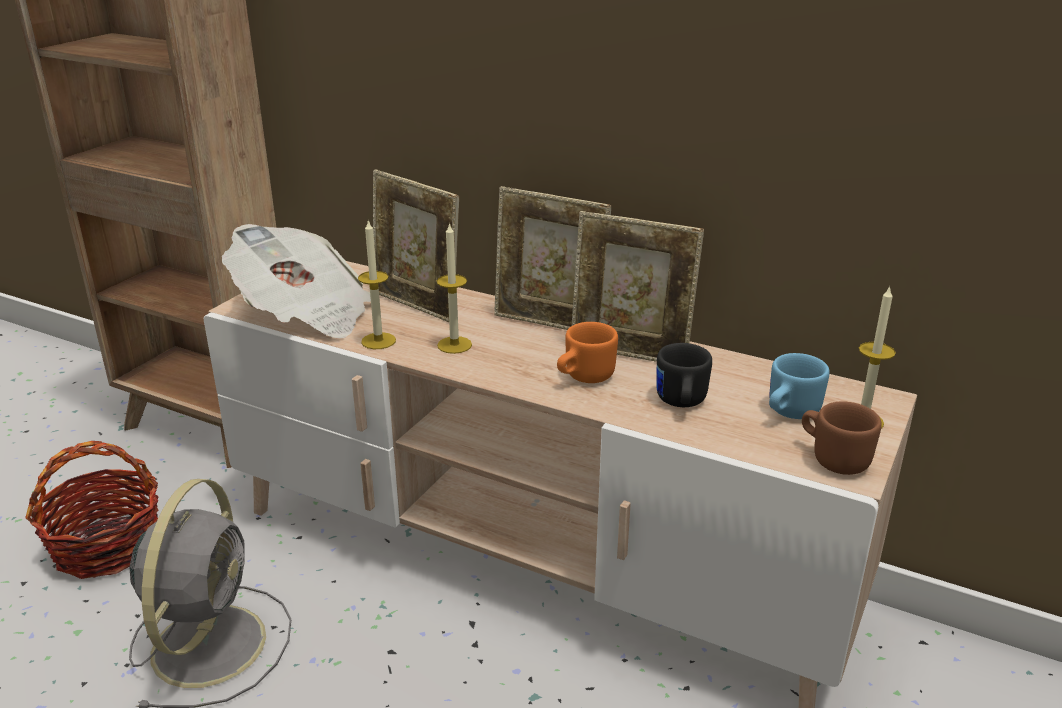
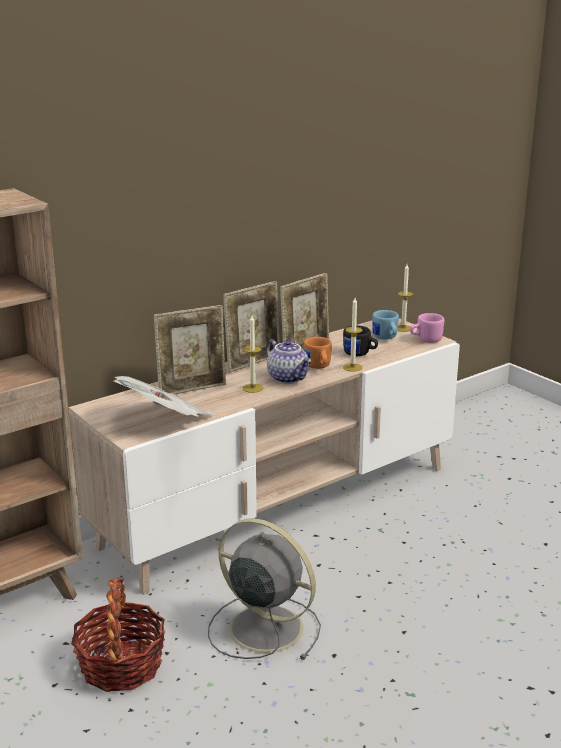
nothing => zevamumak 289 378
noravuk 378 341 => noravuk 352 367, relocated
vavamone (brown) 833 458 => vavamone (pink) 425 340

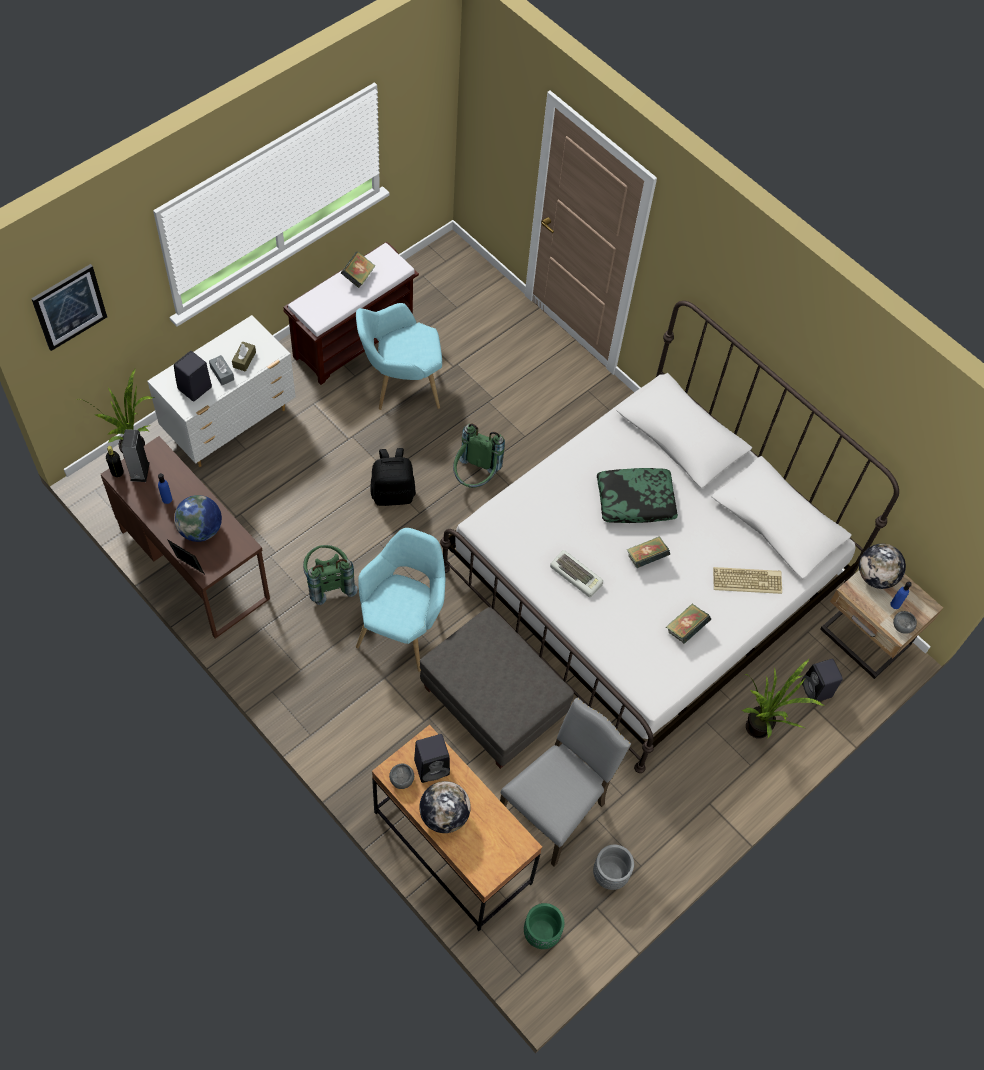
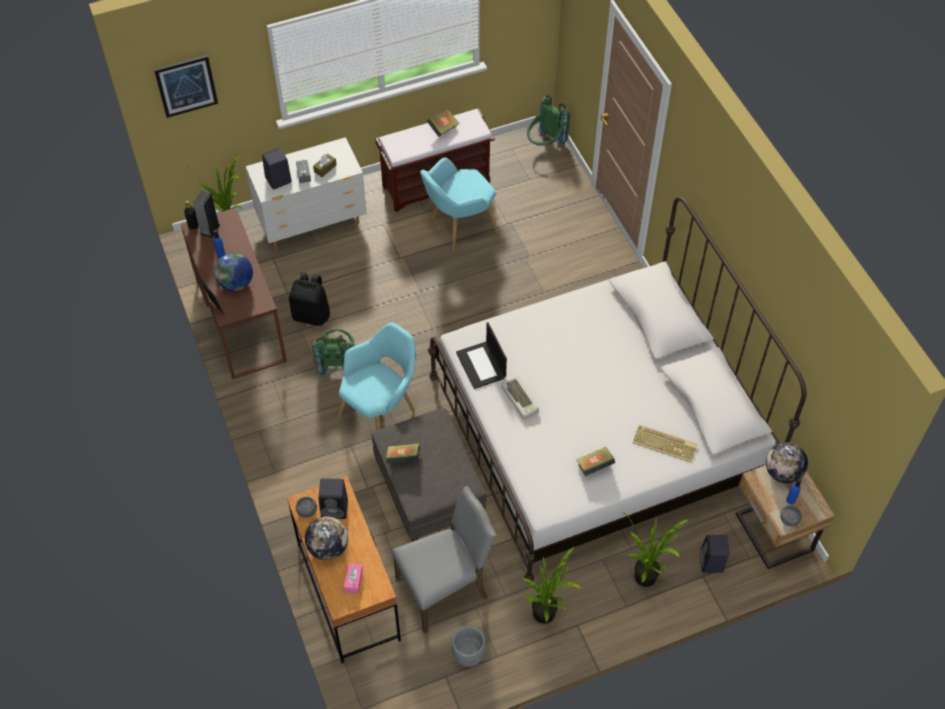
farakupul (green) 541 932 => nothing
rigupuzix 635 501 => nothing
nothing => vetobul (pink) 353 580
nothing => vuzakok 481 365
nothing => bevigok 545 619
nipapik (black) 393 493 => nipapik (black) 312 315, relocated
nipapik (green) 475 478 => nipapik (green) 545 144, relocated
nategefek 646 558 => nategefek 403 459, relocated
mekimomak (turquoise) 400 386 => mekimomak (turquoise) 458 228, 45 degrees counterclockwise

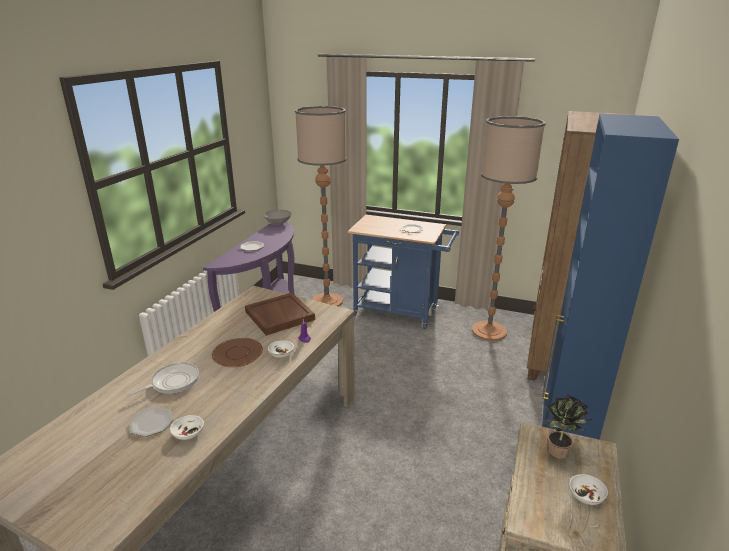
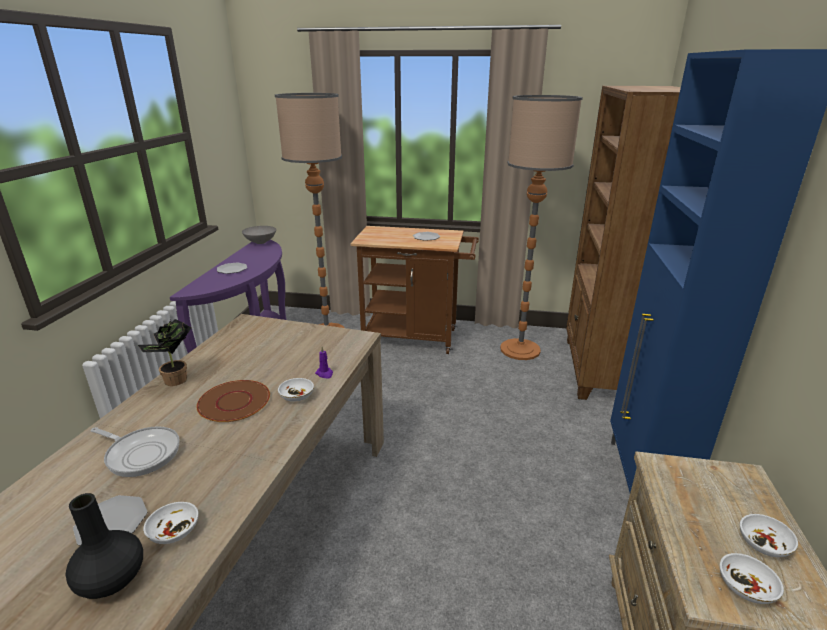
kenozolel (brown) 279 315 => nothing
nothing => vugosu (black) 111 580
nothing => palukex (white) 746 587
bevigok 559 453 => bevigok 176 382, relocated
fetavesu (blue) 401 312 => fetavesu (brown) 416 338
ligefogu 172 382 => ligefogu 141 453, 75 degrees clockwise

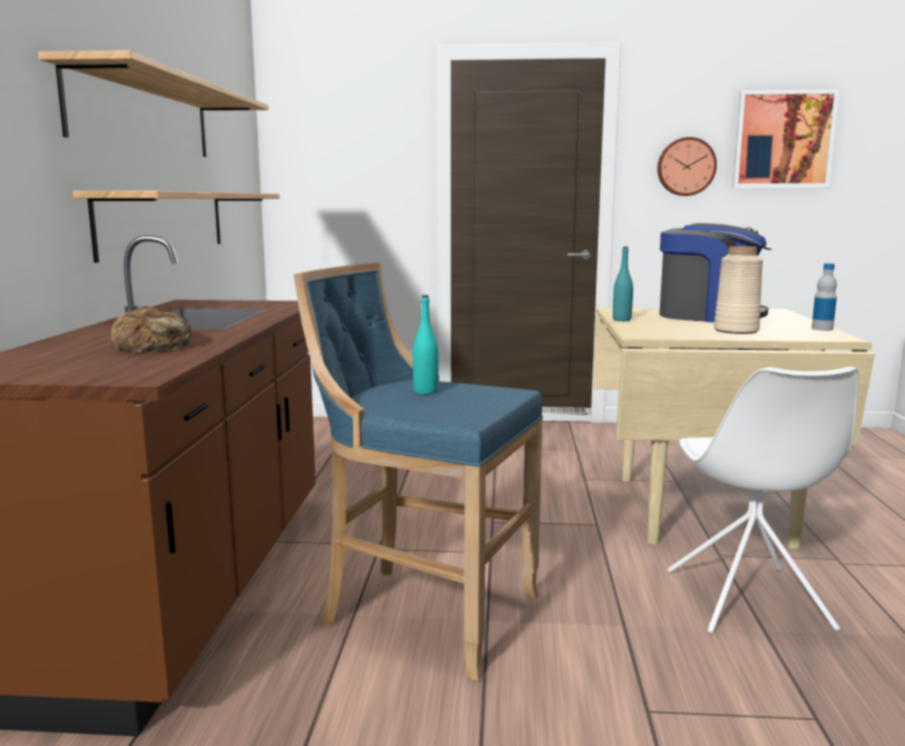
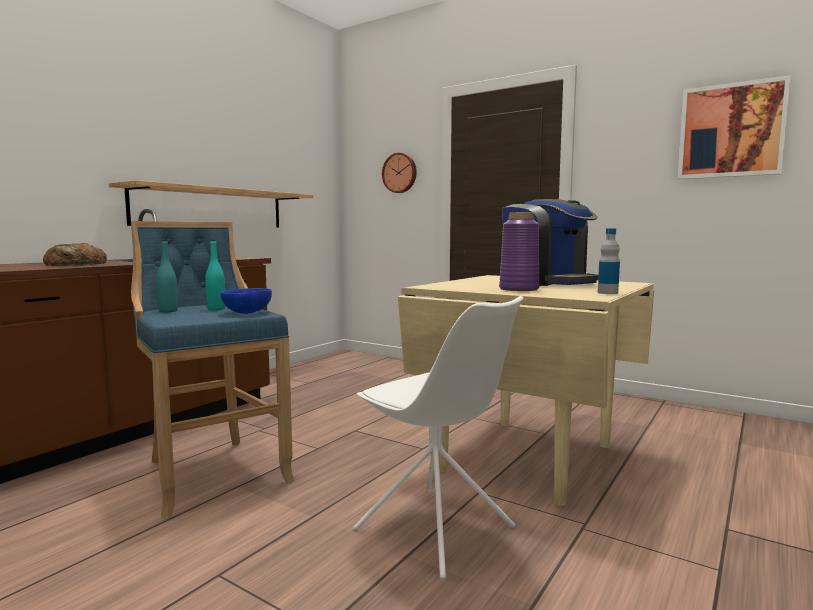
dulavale 144 116 => nothing
nothing => palukex (blue) 246 313
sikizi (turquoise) 621 320 => sikizi (turquoise) 168 311, relocated
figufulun 686 166 => figufulun 400 173, relocated
vugosu (beige) 735 330 => vugosu (purple) 518 289
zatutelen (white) 748 601 => zatutelen (white) 436 530, 75 degrees counterclockwise

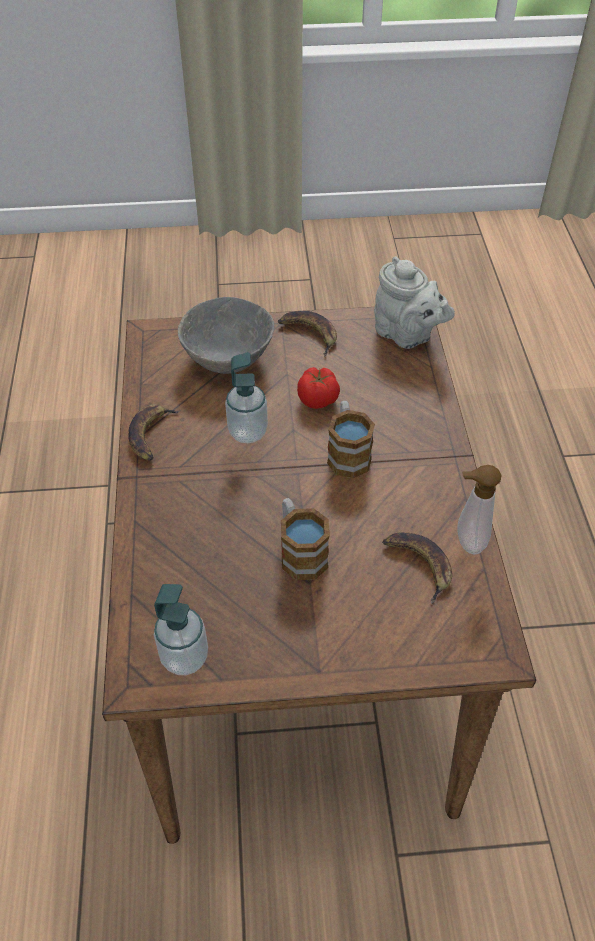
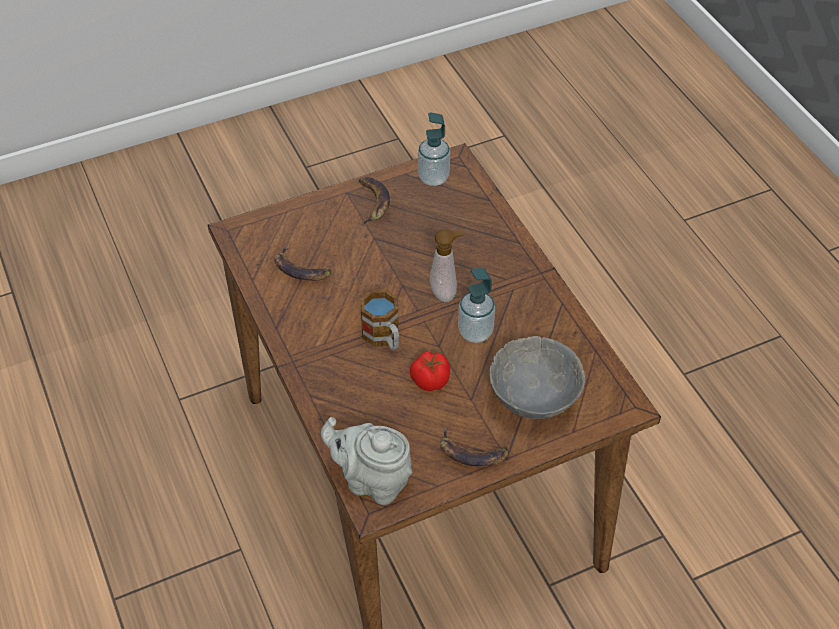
vavamone 300 551 => nothing
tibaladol 151 435 => tibaladol 372 202, relocated
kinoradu 467 541 => kinoradu 445 292, relocated

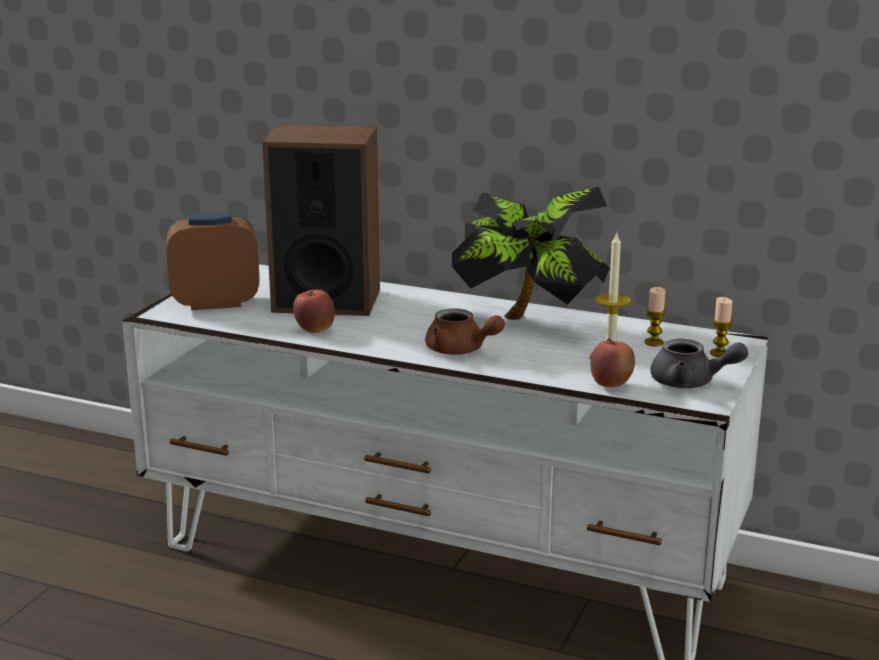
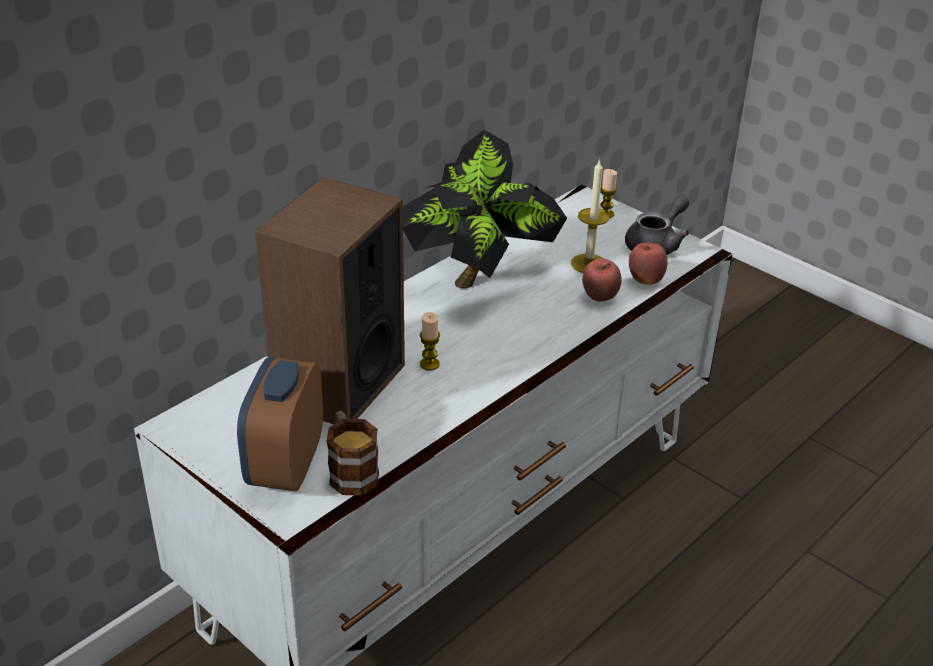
zevamumak (brown) 460 350 => nothing
nothing => vavamone 350 470
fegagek 314 331 => fegagek 599 297, relocated
noravuk 654 342 => noravuk 429 364, relocated

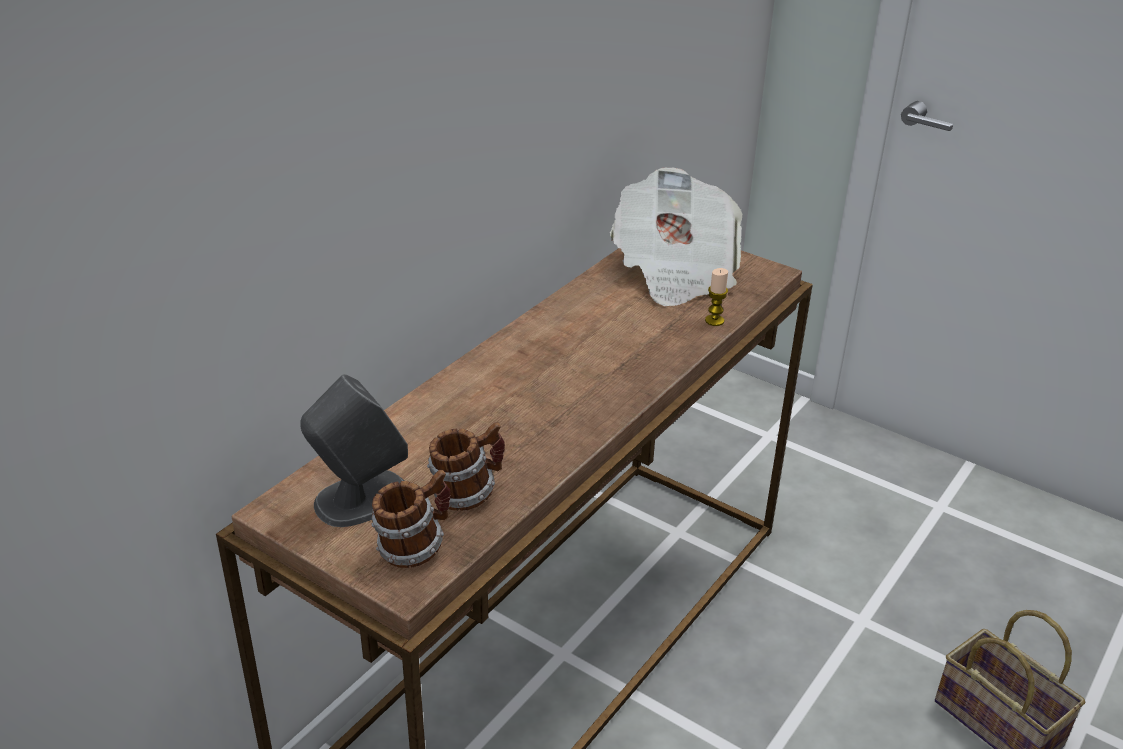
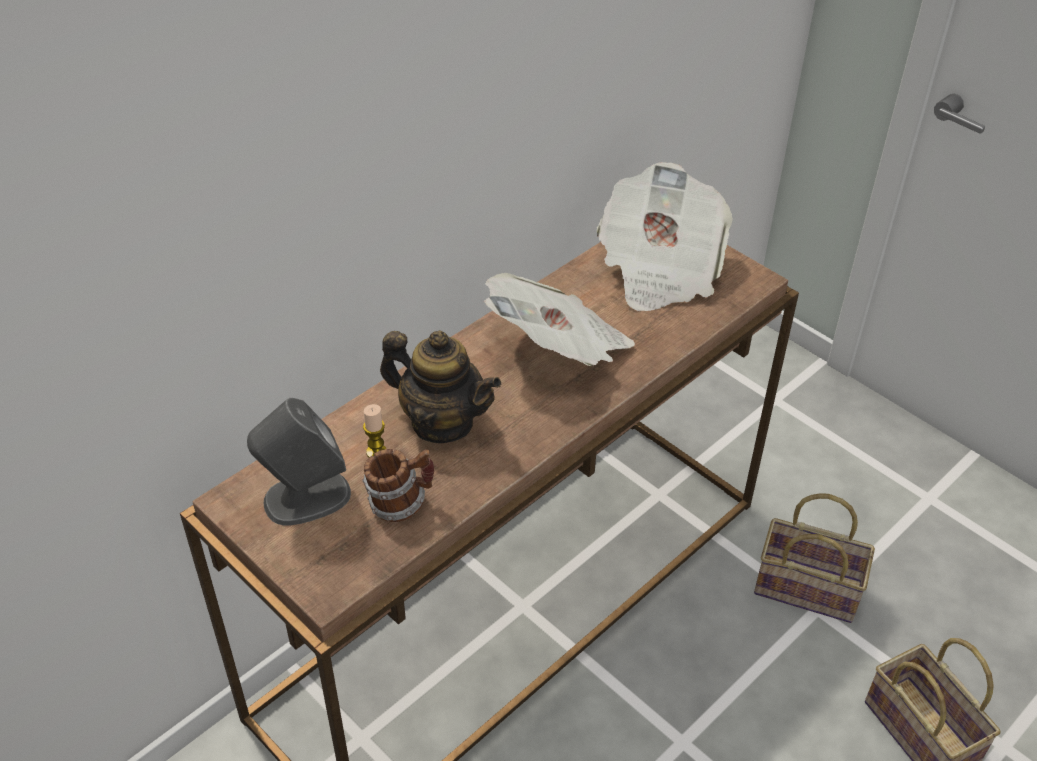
vavamone 413 547 => nothing
nothing => zevamumak 442 422
nothing => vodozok 559 349
nothing => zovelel 810 587
noravuk 714 321 => noravuk 376 452, relocated

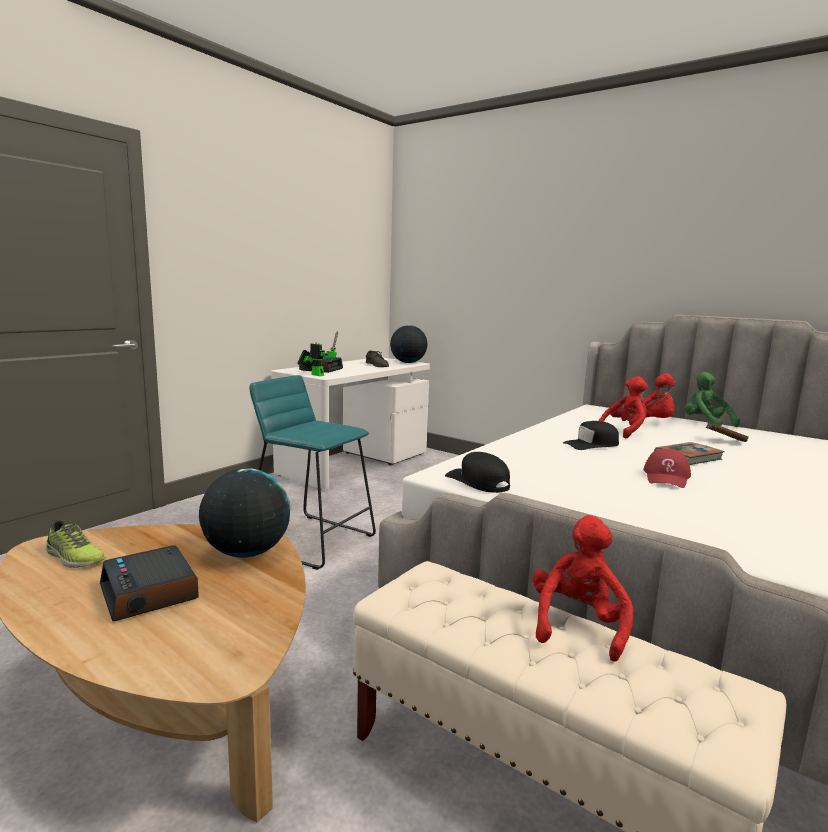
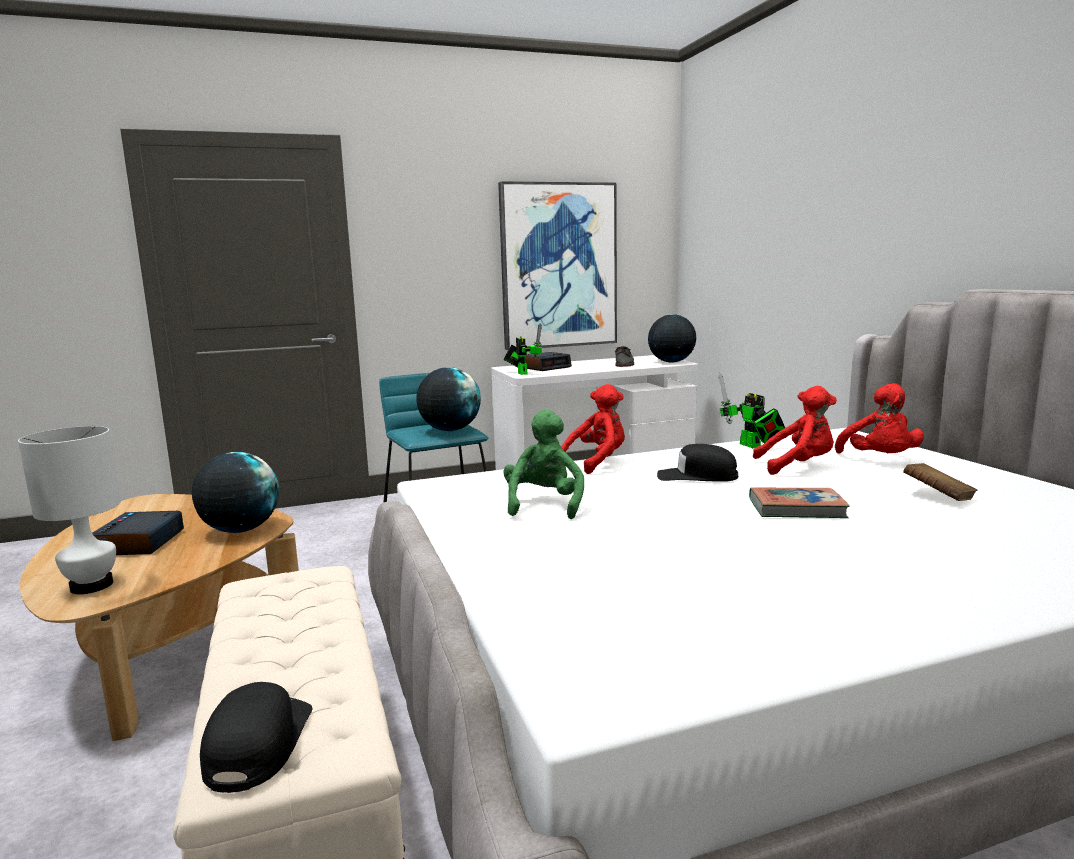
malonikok 74 557 => nothing
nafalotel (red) 667 477 => nothing
nothing => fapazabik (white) 91 586
nothing => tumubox 450 430
nothing => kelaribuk 558 266
nothing => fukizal 752 446
nafalotel (black) 478 482 => nafalotel (black) 258 743, relocated
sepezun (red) 577 625 => sepezun (red) 597 462, relocated
sepezun (green) 705 423 => sepezun (green) 544 505, relocated

